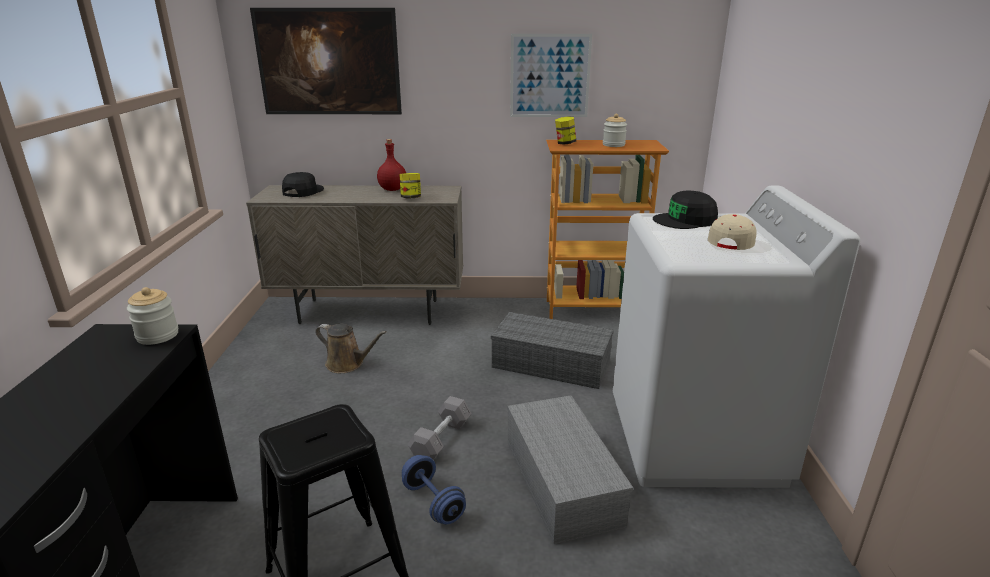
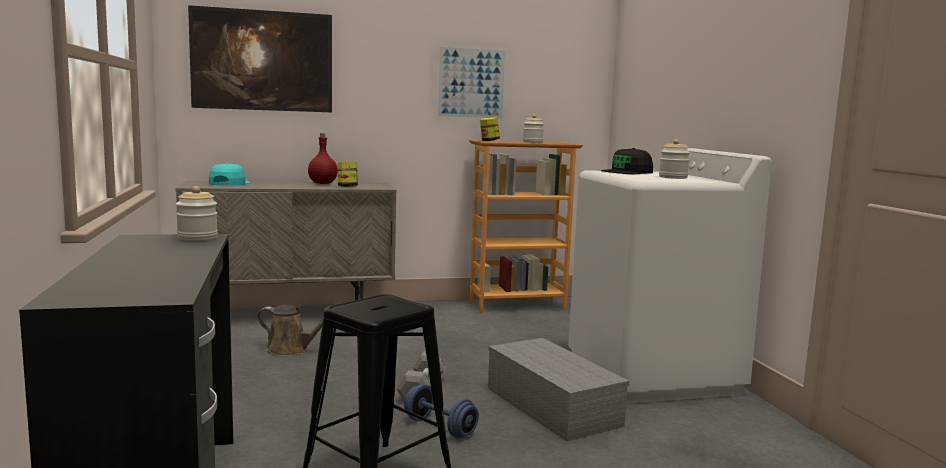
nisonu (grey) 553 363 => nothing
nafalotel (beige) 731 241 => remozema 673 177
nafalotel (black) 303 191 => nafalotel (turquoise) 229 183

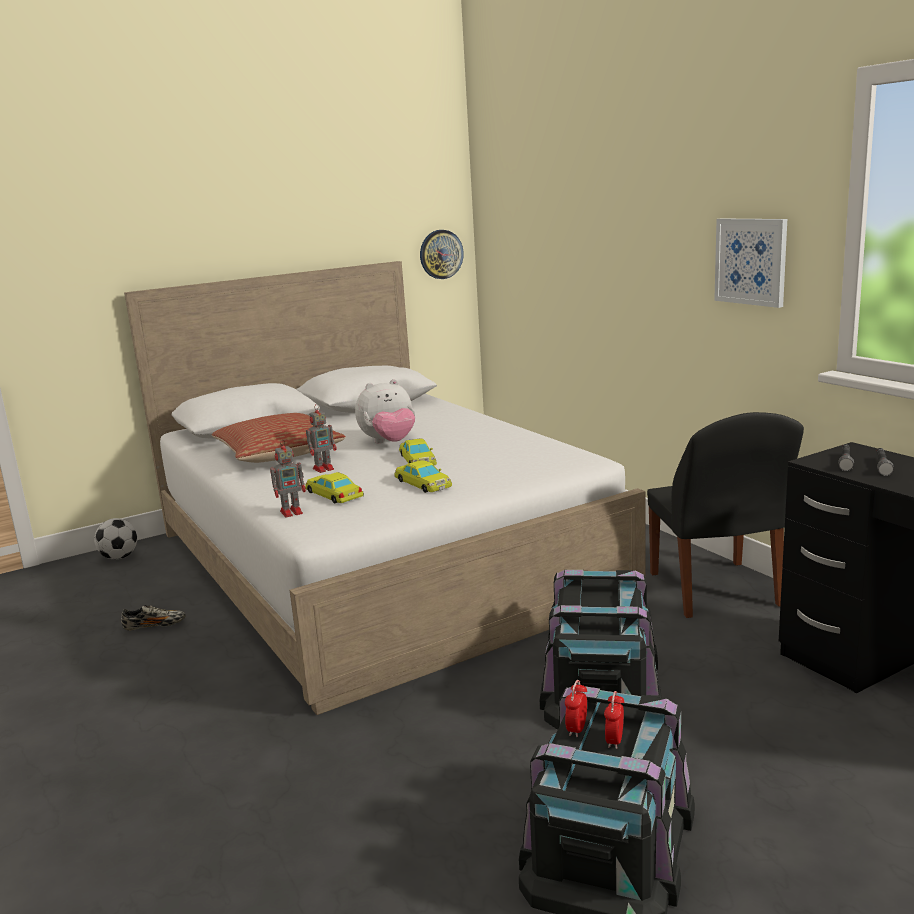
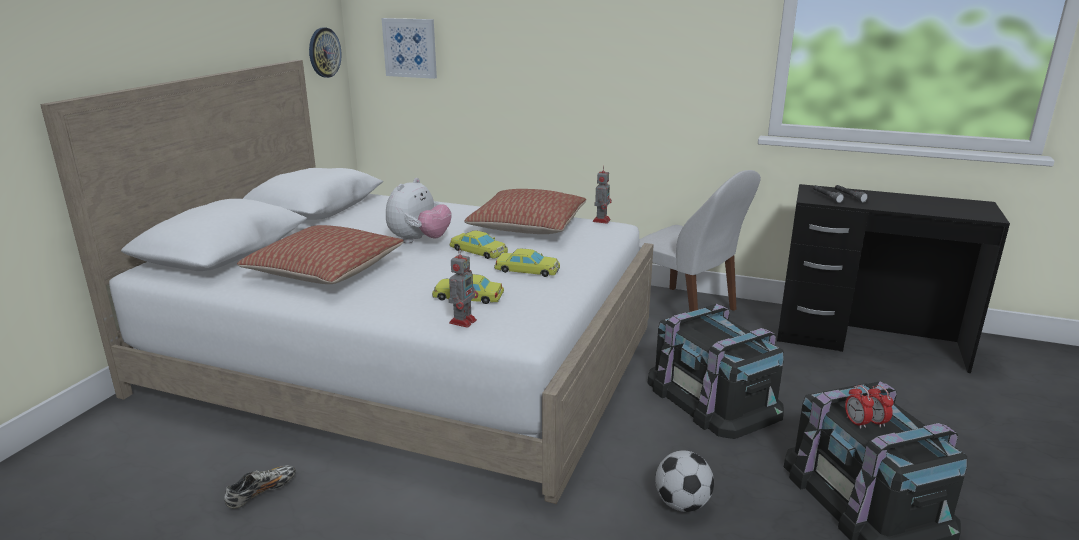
nothing => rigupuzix 528 227
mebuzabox 119 557 => mebuzabox 681 504, relocated
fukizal 324 468 => fukizal 601 220, relocated
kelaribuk 751 261 => kelaribuk 410 48, relocated
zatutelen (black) 715 591 => zatutelen (white) 685 311

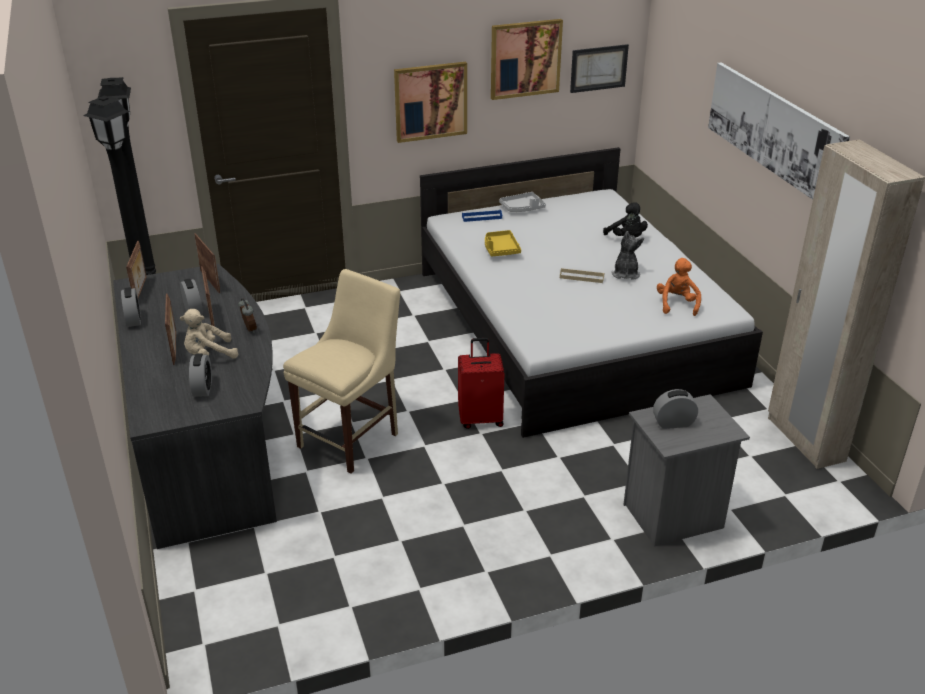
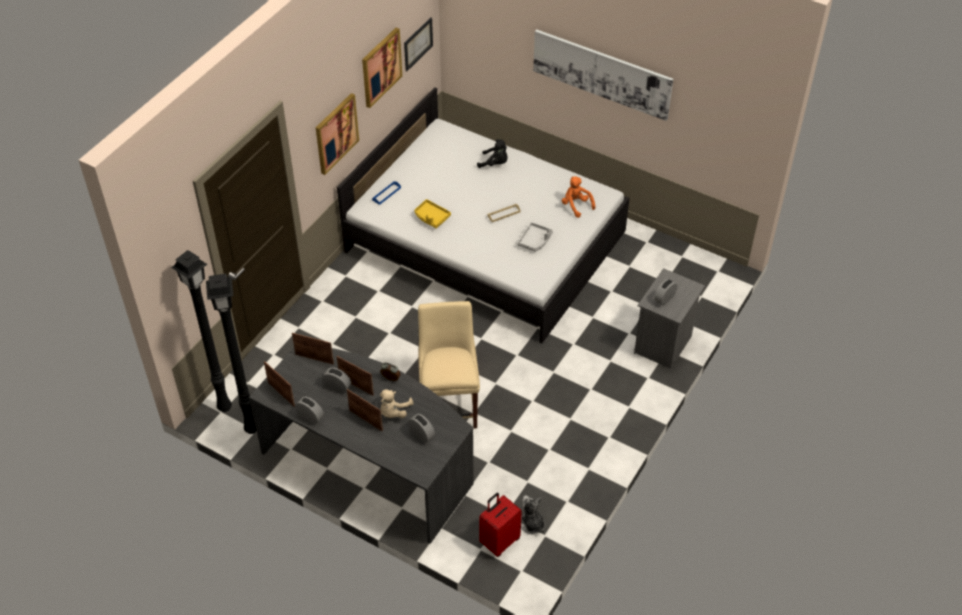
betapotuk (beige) 804 439 => nothing
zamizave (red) 480 419 => zamizave (red) 499 541, relocated
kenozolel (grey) 522 208 => kenozolel (grey) 535 241, relocated
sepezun 625 274 => sepezun 531 524, relocated

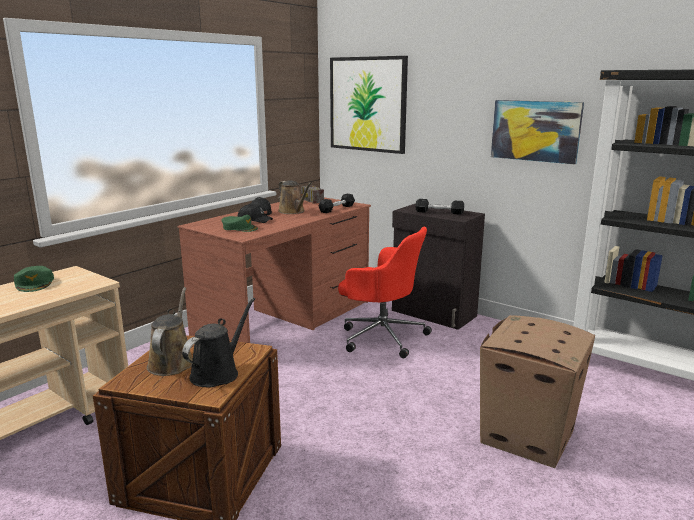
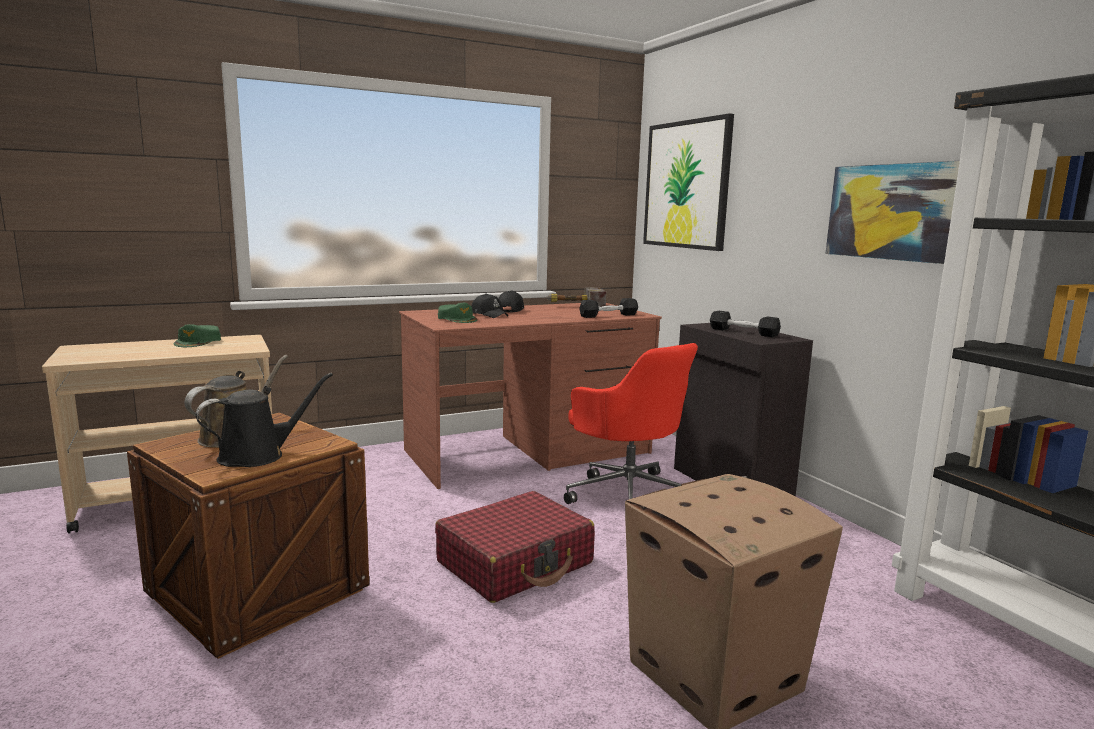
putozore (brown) 293 211 => nothing
nothing => zamizave (red) 516 563

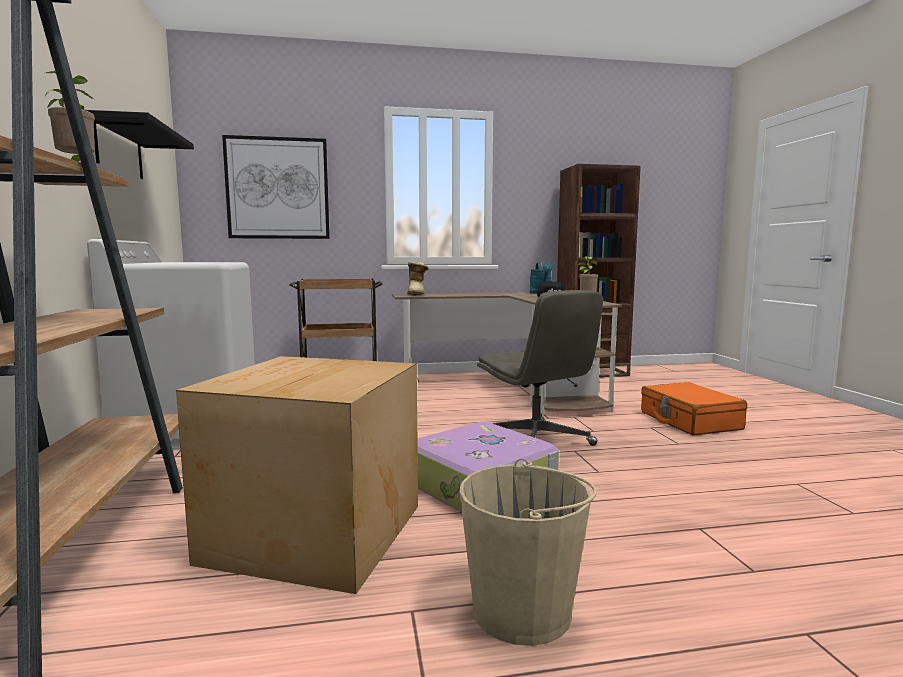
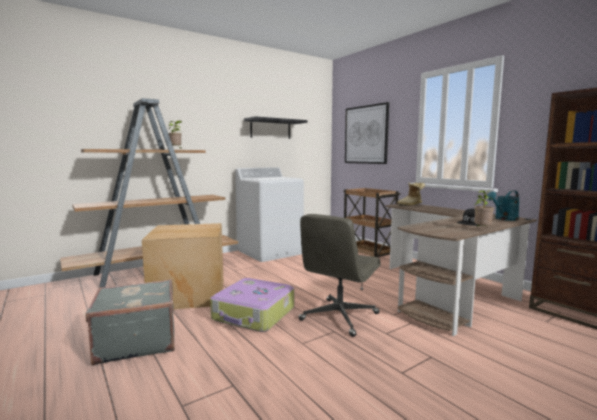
zamizave (orange) 689 421 => nothing
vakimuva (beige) 522 611 => zamizave (grey) 136 342

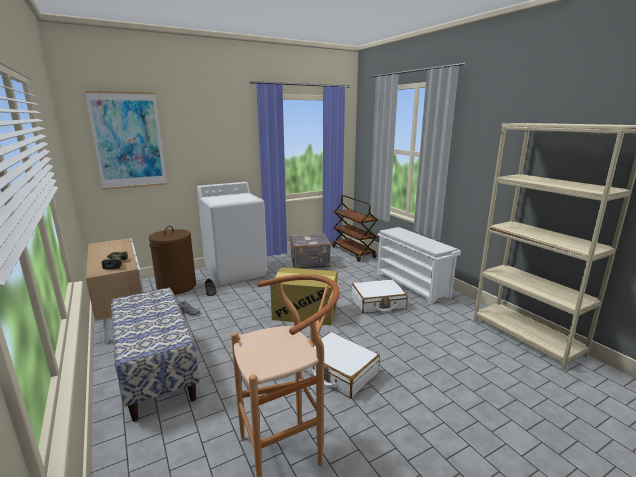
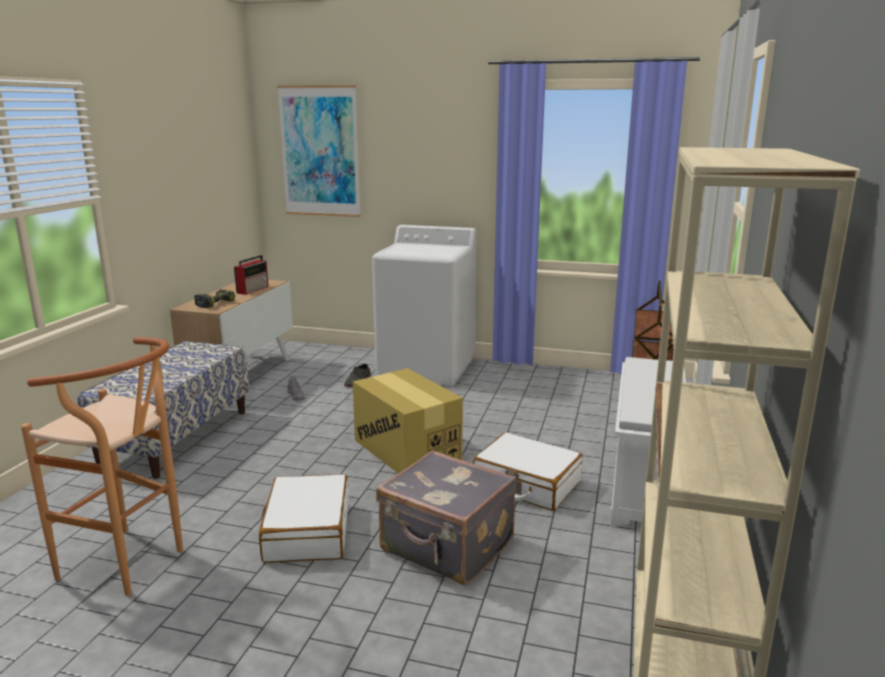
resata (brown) 176 286 => nothing
nothing => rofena 253 289
zamizave (grey) 310 263 => zamizave (grey) 447 548, relocated

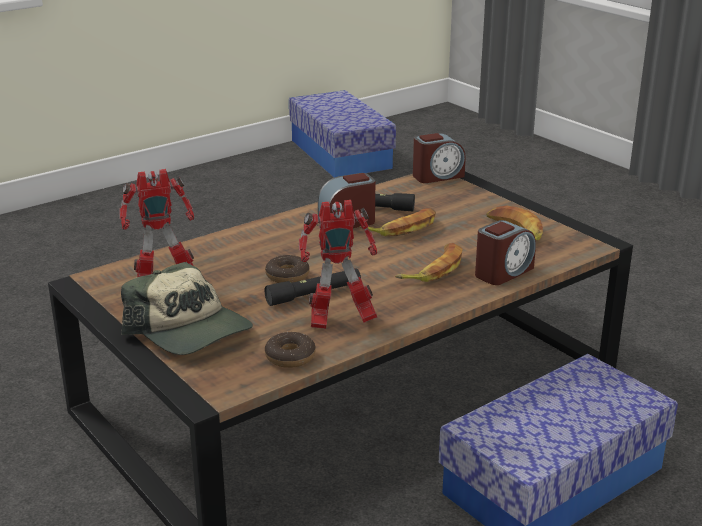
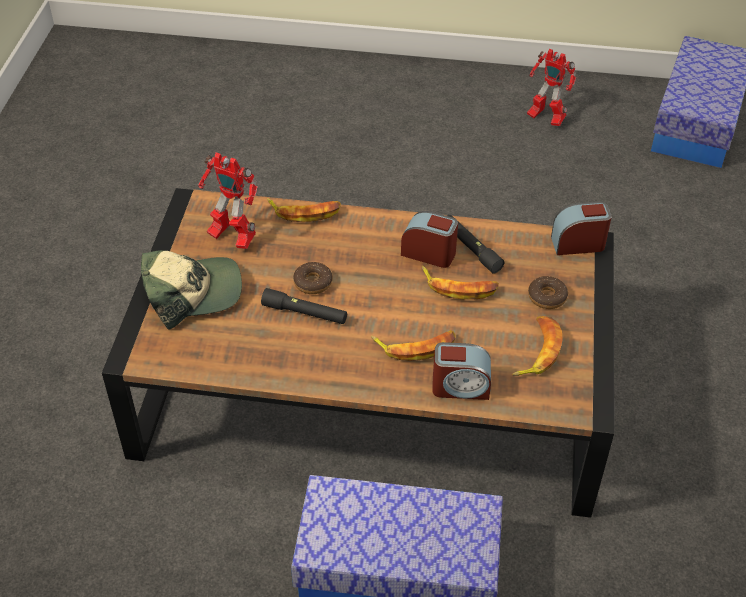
nothing => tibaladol 305 212
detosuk 290 357 => detosuk 547 297, relocated
fukizal 339 321 => fukizal 545 118, relocated
nafalotel 190 330 => nafalotel 192 292, 105 degrees counterclockwise
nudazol 437 176 => nudazol 578 243, 150 degrees clockwise

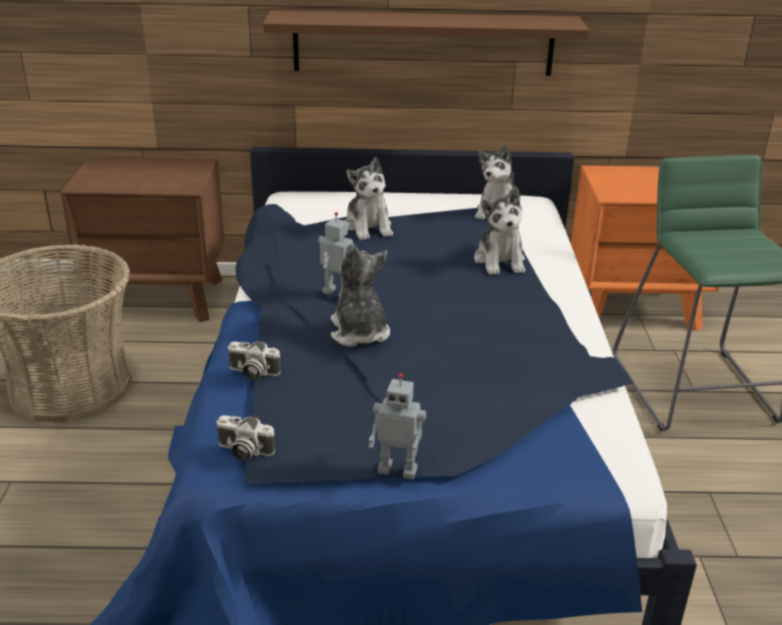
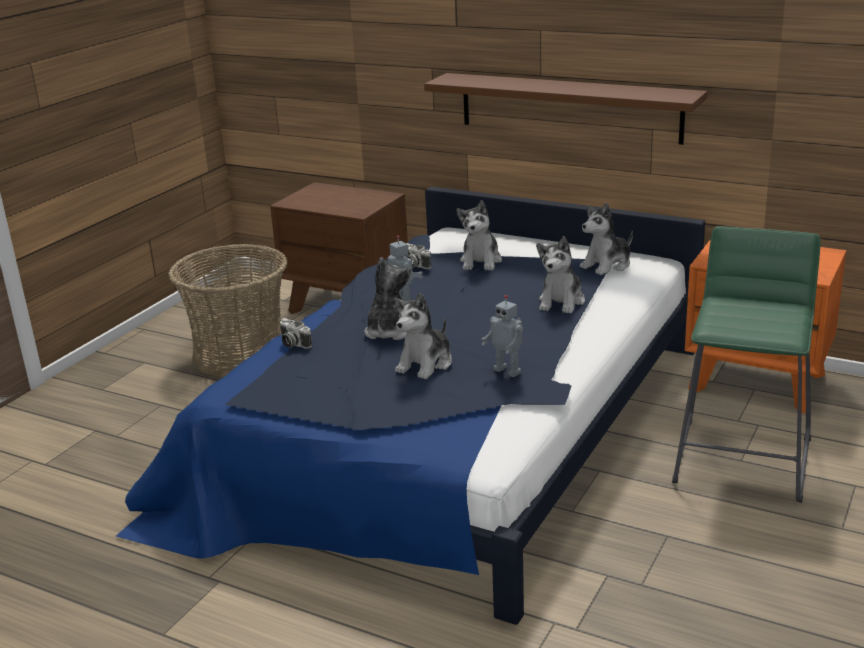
nothing => sepezun 425 364
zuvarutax 243 451 => zuvarutax 414 265, relocated
fukizal 398 469 => fukizal 508 371, relocated

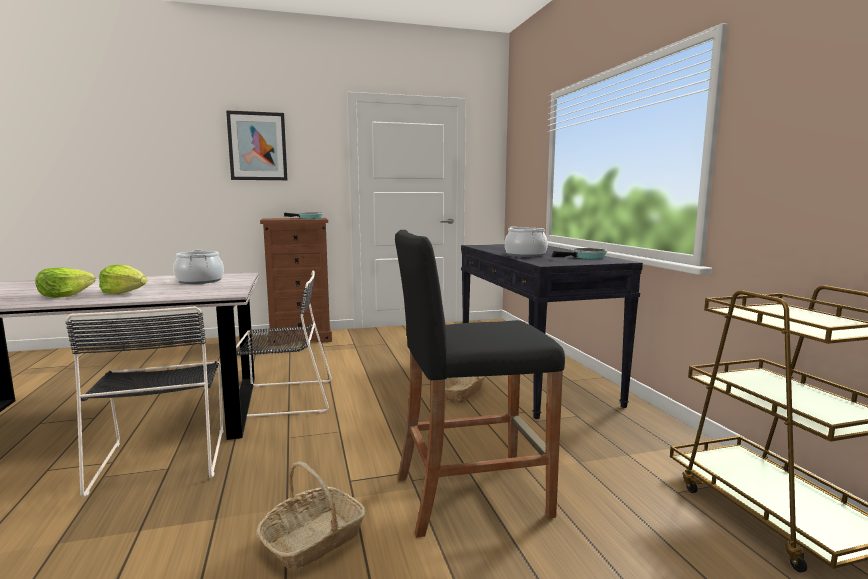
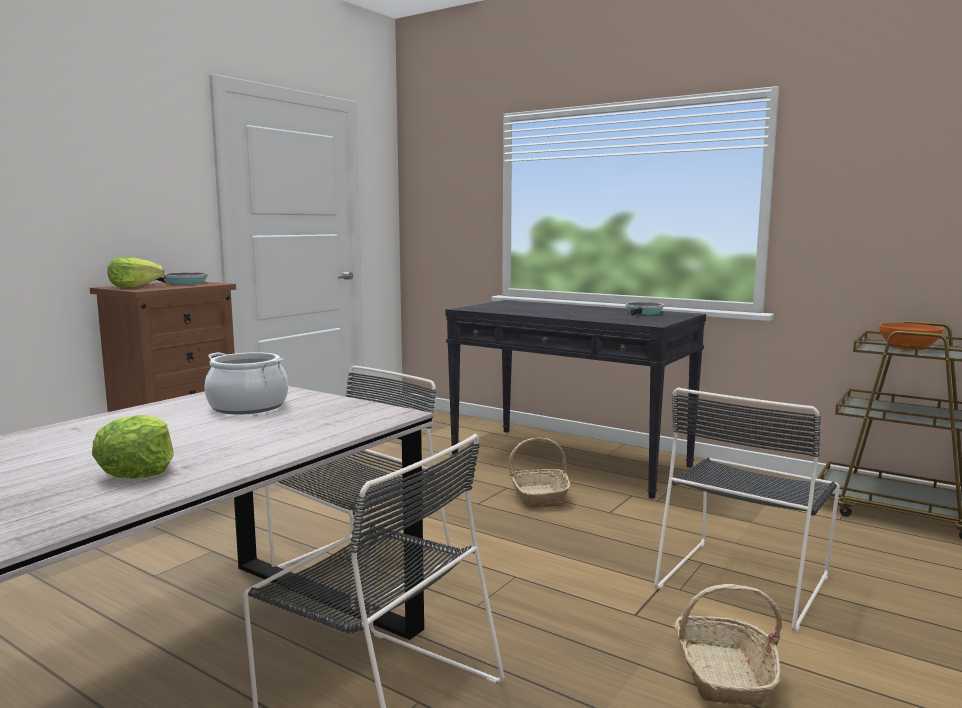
kelaribuk 257 146 => nothing
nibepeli 525 255 => nothing
nothing => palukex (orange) 907 347
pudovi 124 293 => pudovi 134 287, relocated
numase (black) 471 495 => zatutelen (black) 744 579

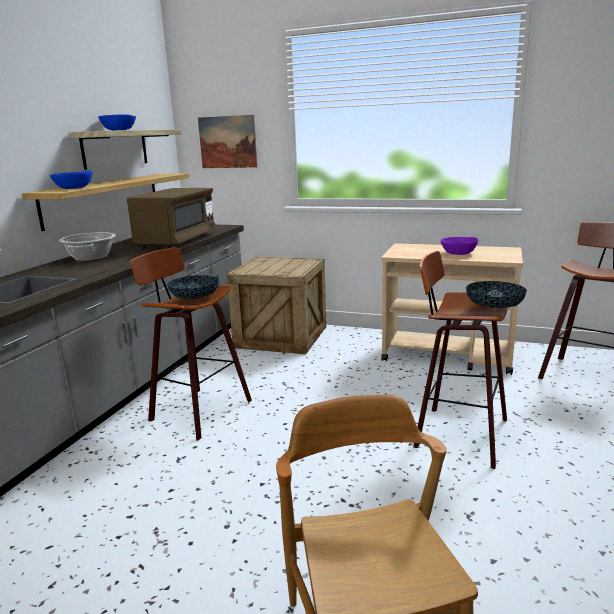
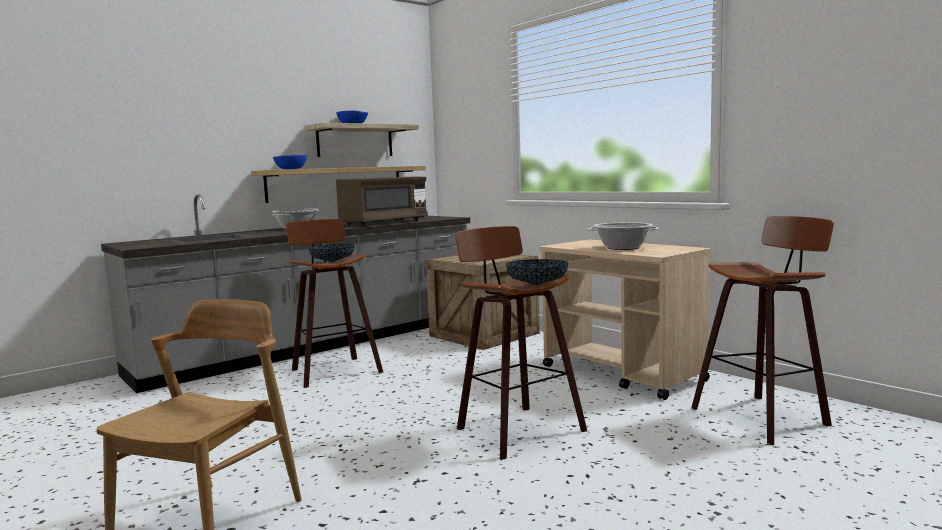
kelaribuk 227 142 => nothing
palukex (purple) 458 253 => nibepeli 622 248

